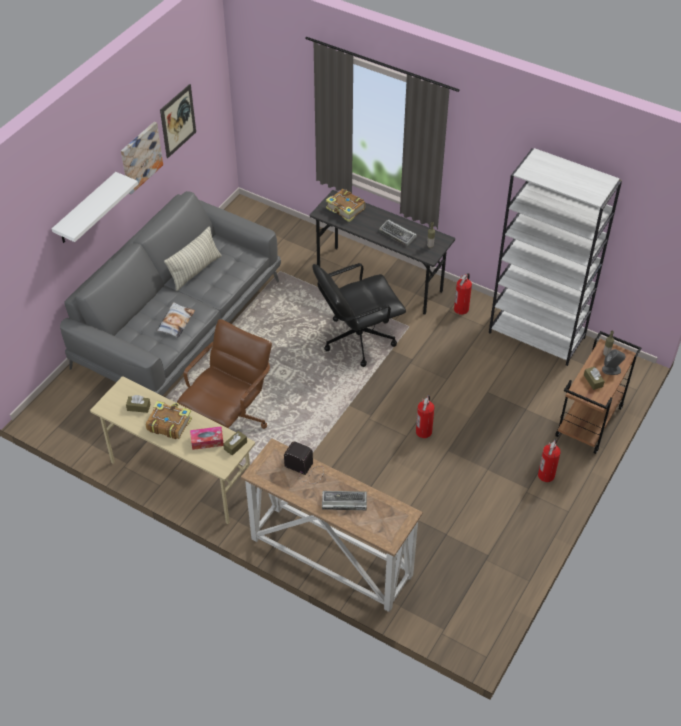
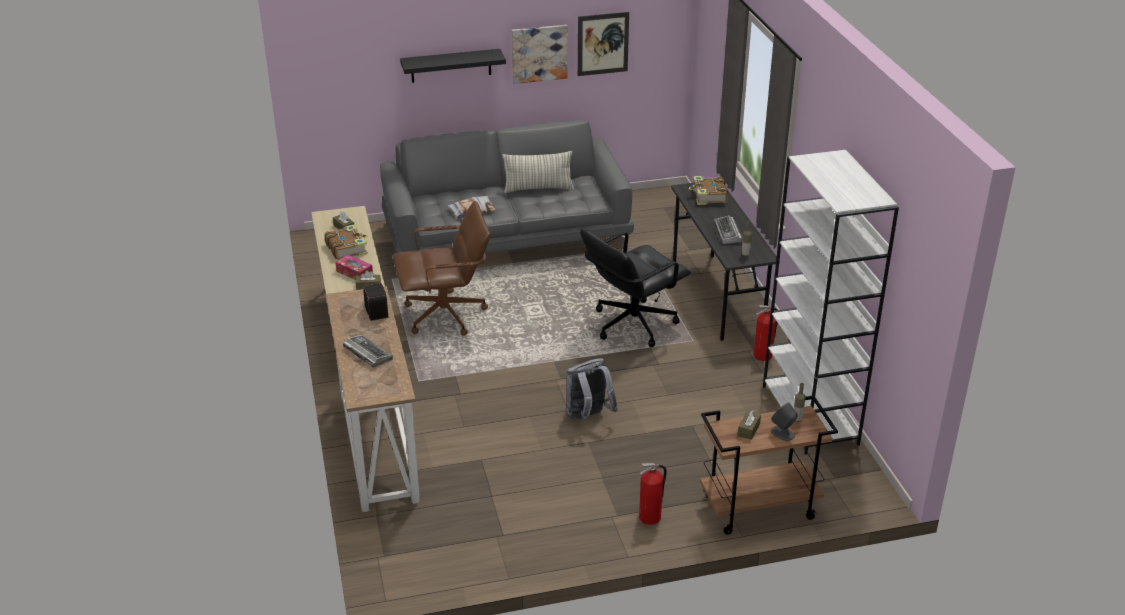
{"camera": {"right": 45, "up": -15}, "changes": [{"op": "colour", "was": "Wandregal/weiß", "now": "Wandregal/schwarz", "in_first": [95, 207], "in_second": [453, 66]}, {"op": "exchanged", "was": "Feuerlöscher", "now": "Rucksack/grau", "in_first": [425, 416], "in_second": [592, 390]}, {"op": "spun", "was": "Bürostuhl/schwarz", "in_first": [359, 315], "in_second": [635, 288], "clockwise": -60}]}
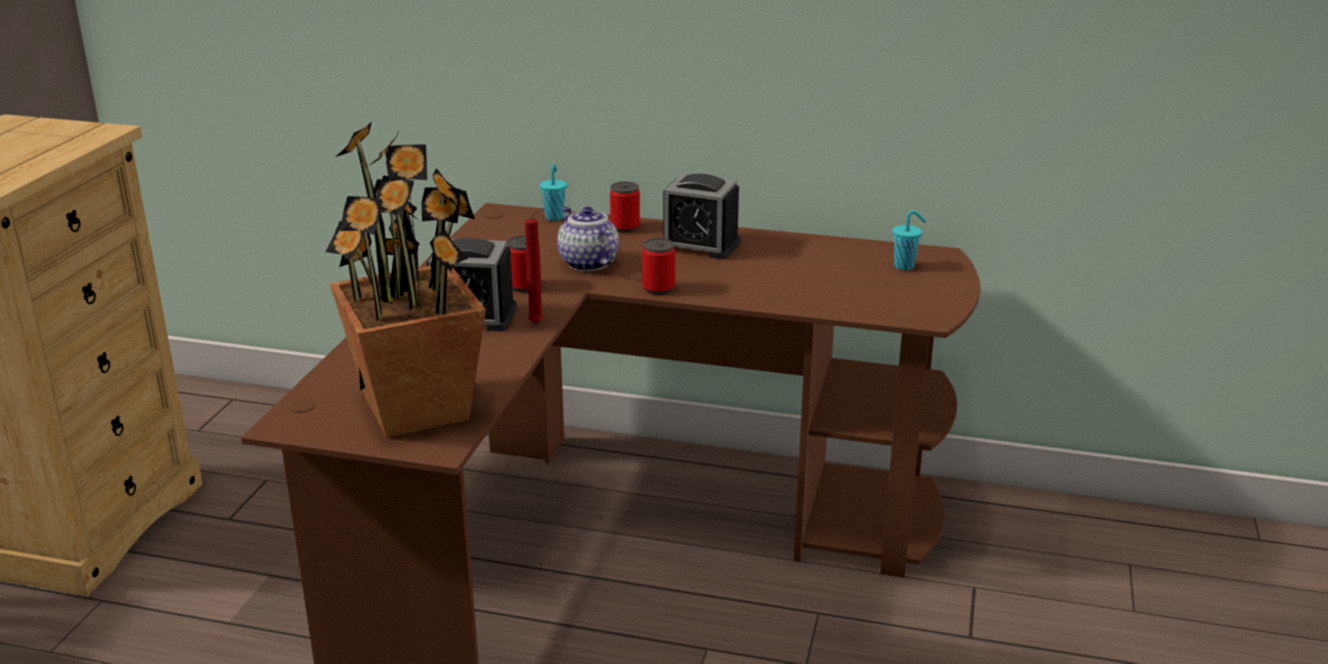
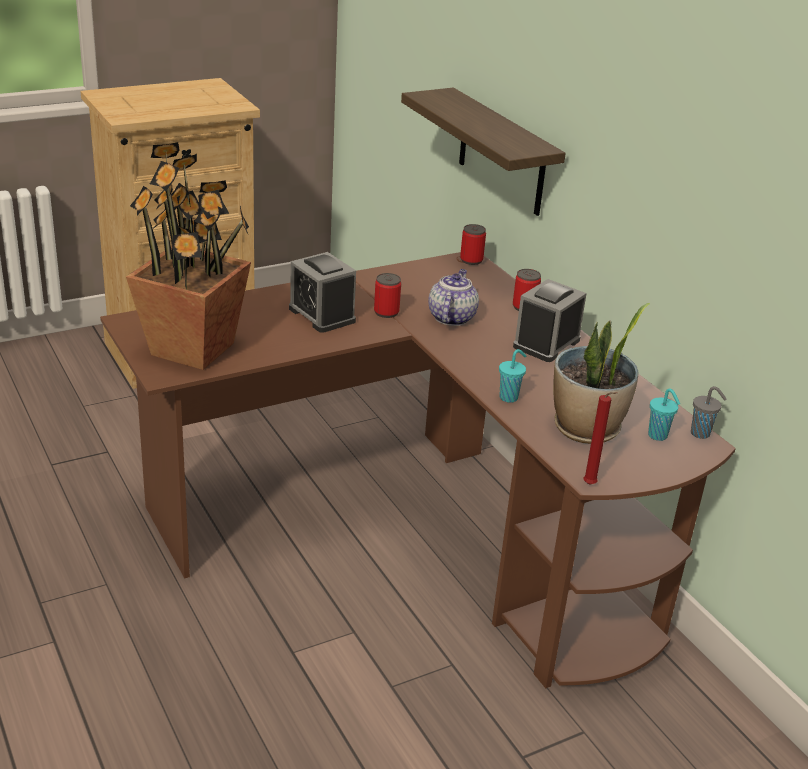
{"camera": {"right": 45, "up": 5}, "changes": [{"op": "appeared", "now": "Wandregal", "in_second": [483, 152]}, {"op": "relocated", "was": "Dose", "in_first": [658, 266], "in_second": [473, 244]}, {"op": "relocated", "was": "Tasse/türkis", "in_first": [553, 192], "in_second": [512, 376]}, {"op": "spun", "was": "Wecker", "in_first": [702, 216], "in_second": [550, 320], "clockwise": 60}, {"op": "appeared", "now": "Topfpflanze", "in_second": [601, 373]}, {"op": "relocated", "was": "Kerze/rot", "in_first": [534, 266], "in_second": [600, 438]}, {"op": "appeared", "now": "Tasse/grau", "in_second": [708, 412]}]}
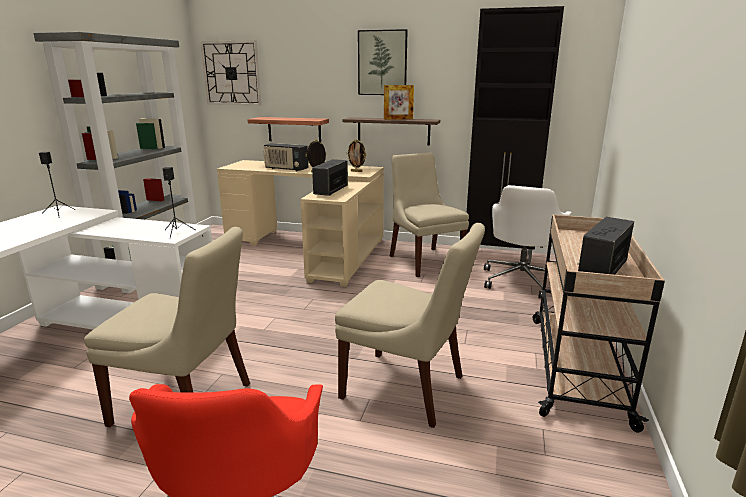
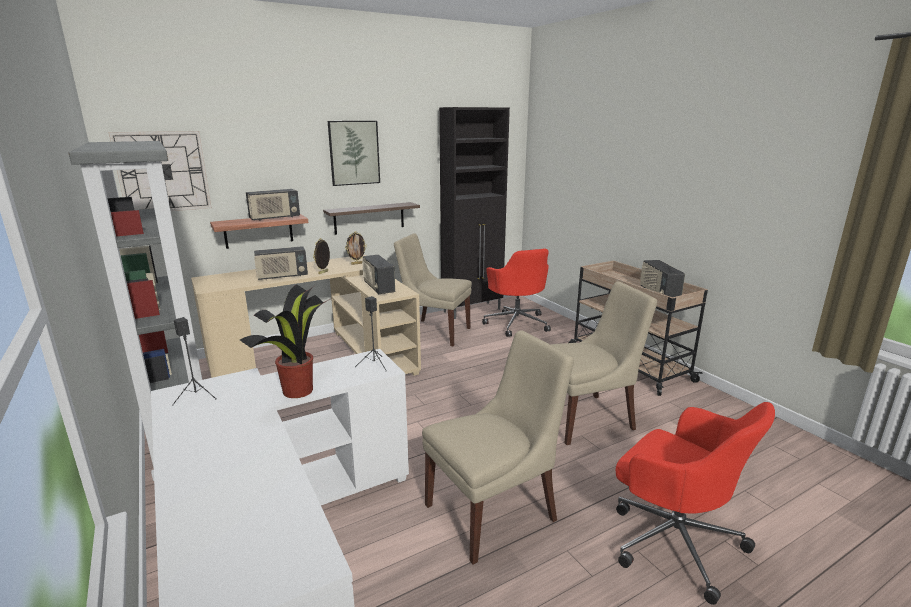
{"camera": {"right": -45, "up": 0}, "changes": [{"op": "appeared", "now": "Topfpflanze", "in_second": [285, 341]}, {"op": "appeared", "now": "Radio", "in_second": [273, 205]}, {"op": "colour", "was": "Bürostuhl/weiß", "now": "Bürostuhl/rot", "in_first": [528, 242], "in_second": [516, 292]}, {"op": "missing", "was": "Bilderrahmen", "in_first": [399, 102]}]}
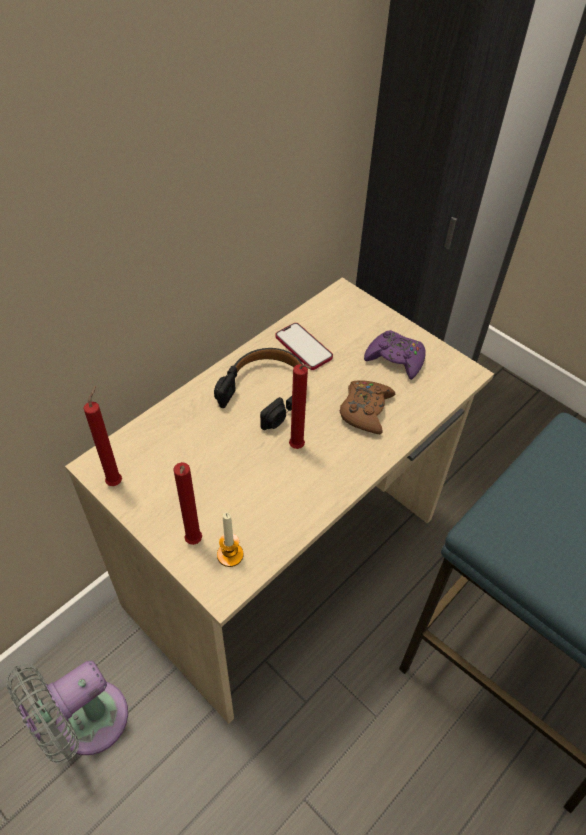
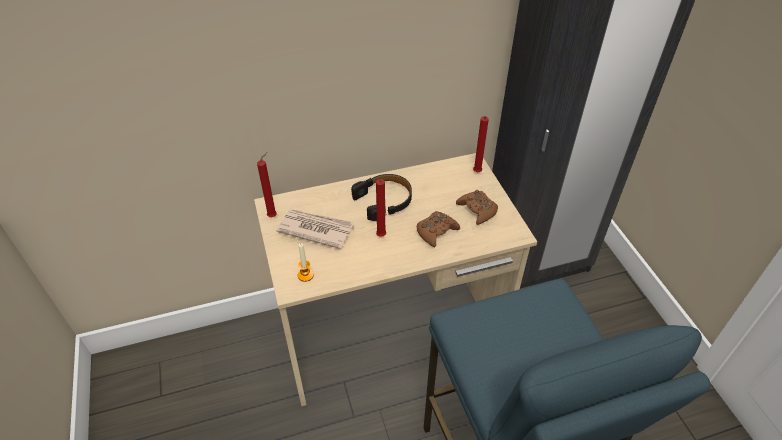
{"camera": {"right": 30, "up": -5}, "changes": [{"op": "appeared", "now": "Zeitung", "in_second": [315, 229]}, {"op": "colour", "was": "Gamepad/lila", "now": "Gamepad/braun", "in_first": [395, 355], "in_second": [477, 207]}, {"op": "relocated", "was": "Kerze/rot", "in_first": [187, 503], "in_second": [481, 144]}, {"op": "missing", "was": "Ventilator/grau", "in_first": [67, 712]}, {"op": "missing", "was": "Handy", "in_first": [304, 346]}]}
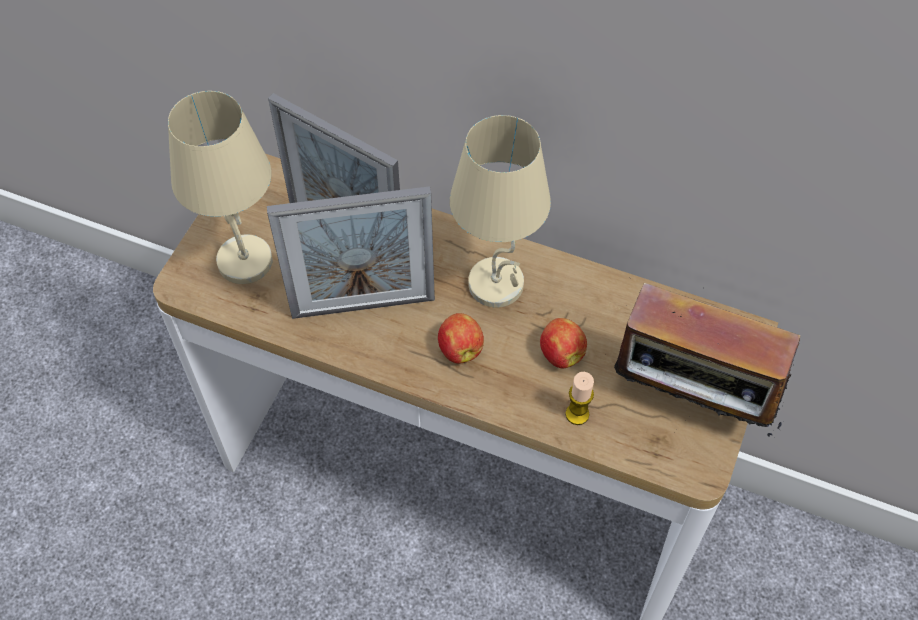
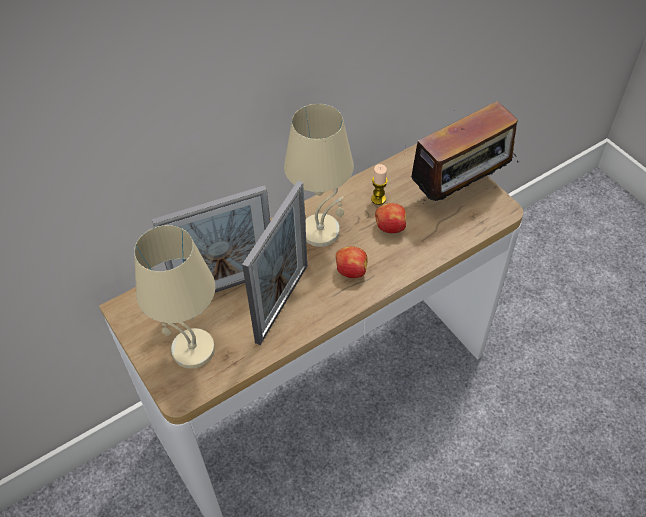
{"camera": {"right": -55, "up": -5}, "changes": [{"op": "relocated", "was": "Kerze", "in_first": [579, 398], "in_second": [379, 184]}]}
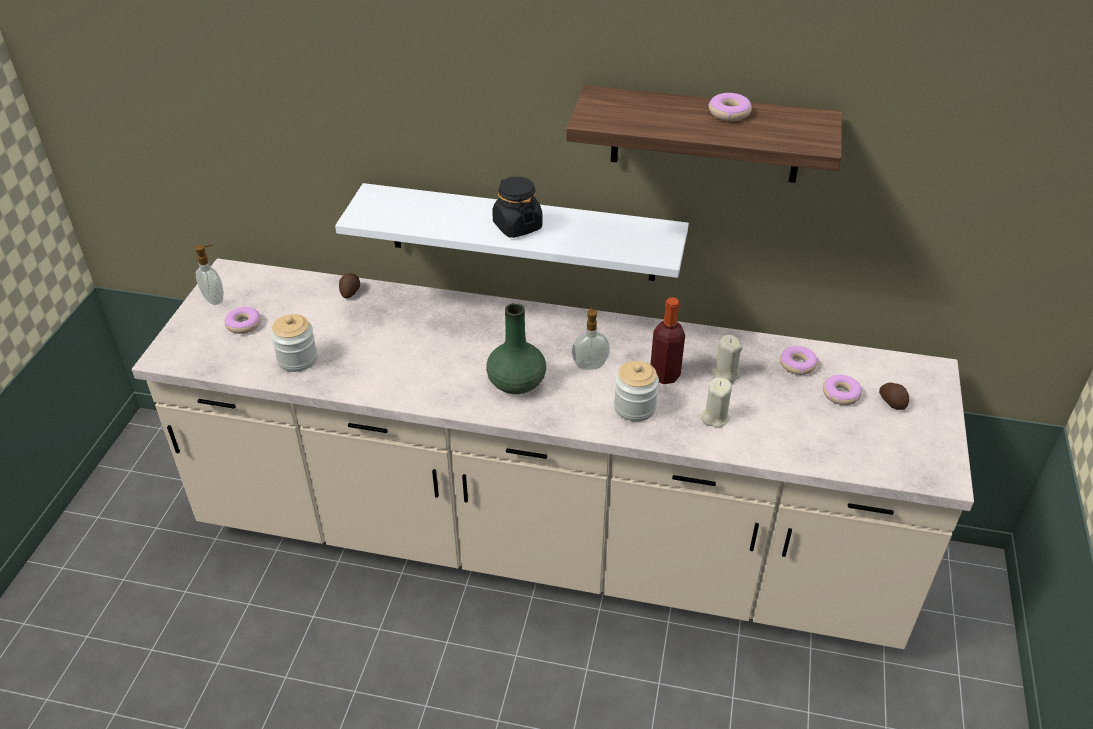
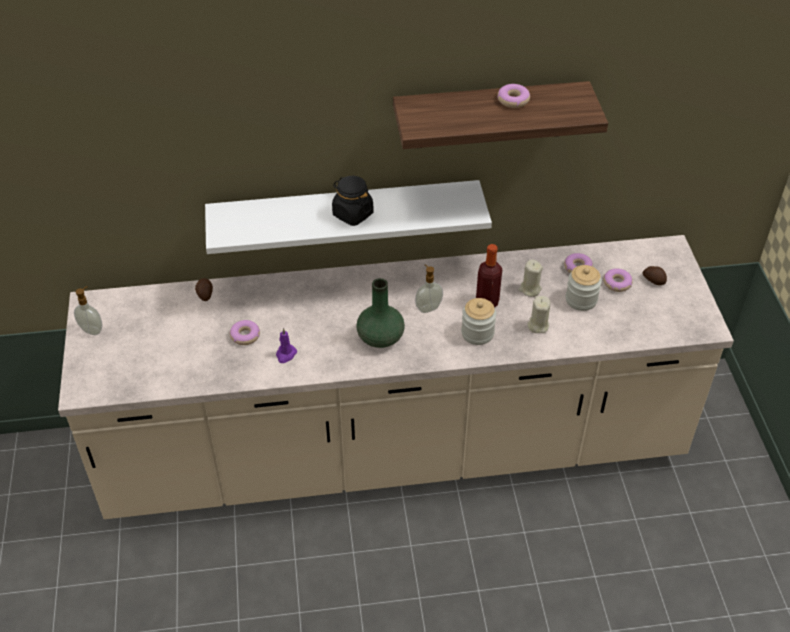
{"camera": {"right": -20, "up": 5}, "changes": [{"op": "relocated", "was": "Donut", "in_first": [243, 320], "in_second": [245, 332]}, {"op": "appeared", "now": "Kerze/lila", "in_second": [286, 345]}, {"op": "relocated", "was": "Vorratsglas", "in_first": [294, 343], "in_second": [584, 288]}]}
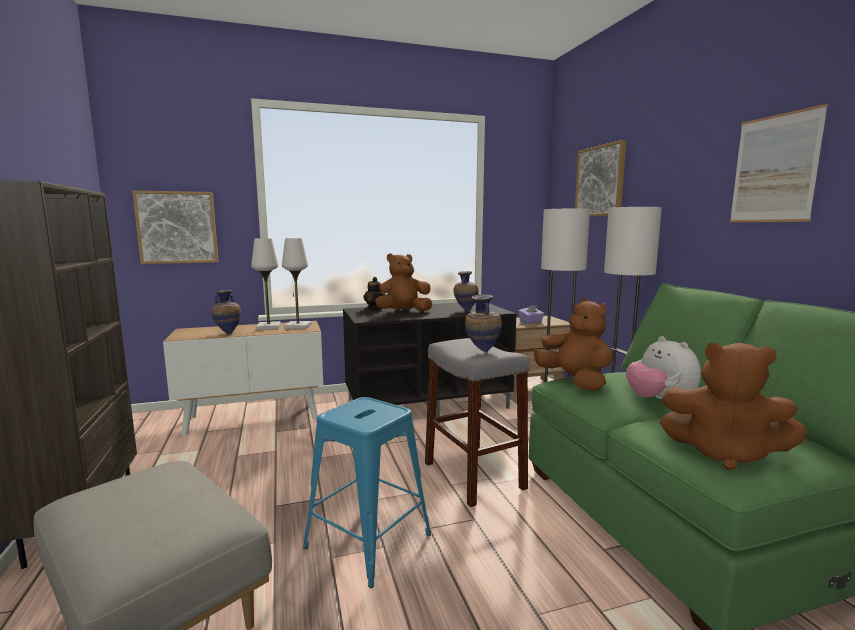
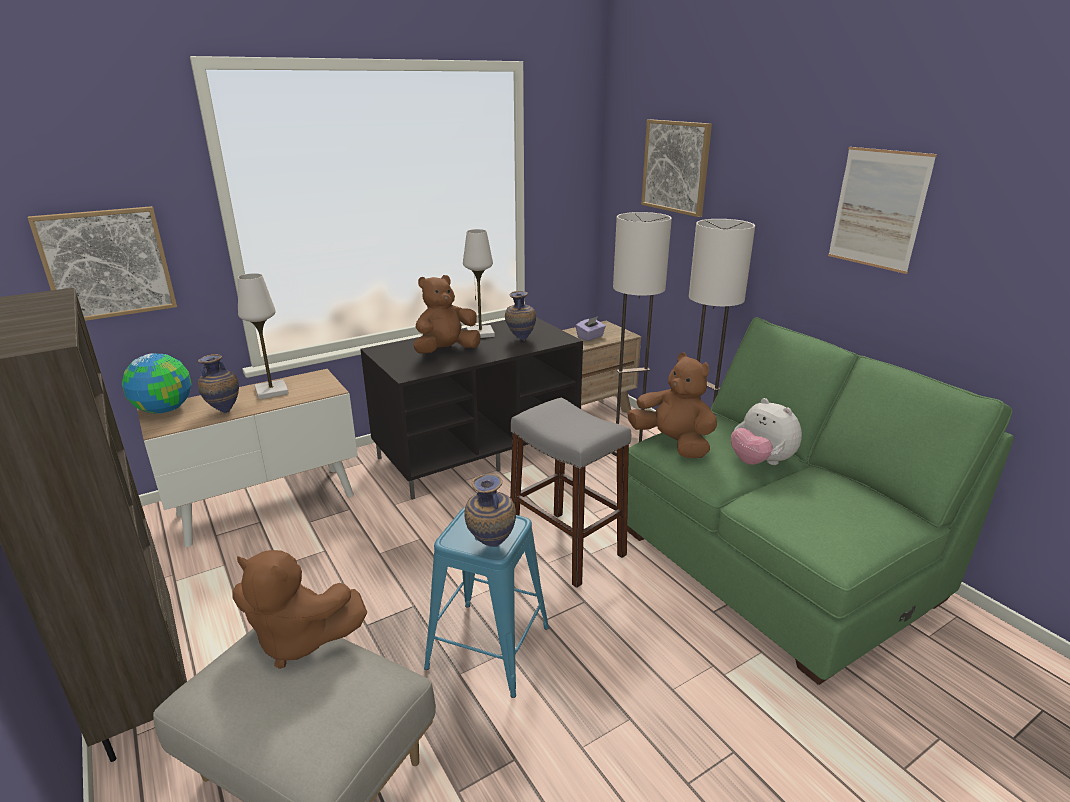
{"camera": {"right": -15, "up": 15}, "changes": [{"op": "appeared", "now": "Globus", "in_second": [157, 383]}, {"op": "relocated", "was": "Plüschtier/braun", "in_first": [733, 406], "in_second": [299, 609]}, {"op": "relocated", "was": "Tischlampe/weiß", "in_first": [296, 283], "in_second": [479, 283]}, {"op": "relocated", "was": "Vase", "in_first": [483, 323], "in_second": [490, 510]}, {"op": "missing", "was": "Teekanne", "in_first": [374, 293]}]}
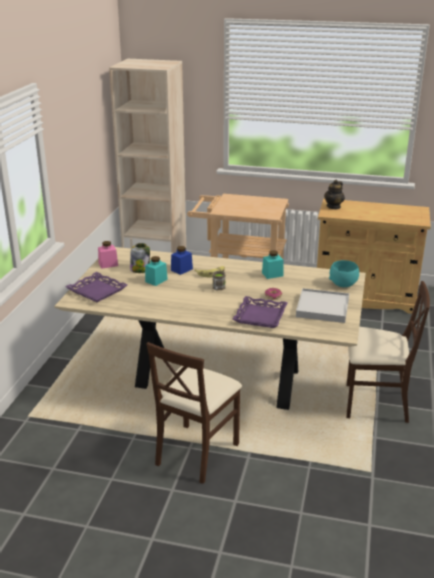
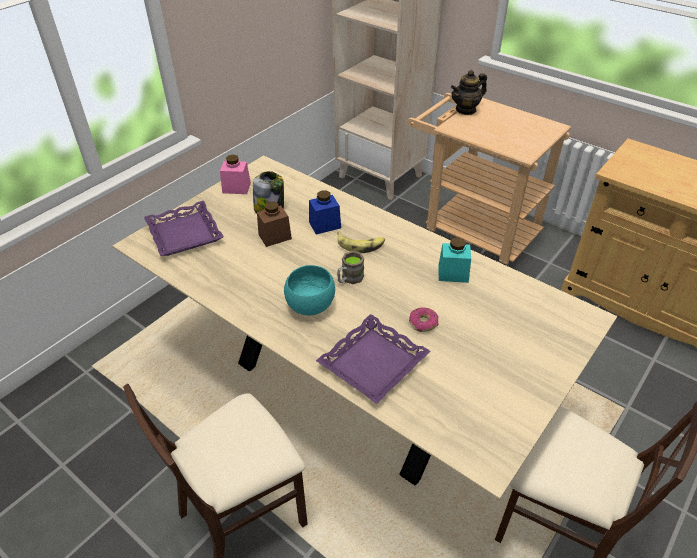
{"camera": {"right": 25, "up": 15}, "changes": [{"op": "colour", "was": "Vorratsglas/türkis", "now": "Vorratsglas/braun", "in_first": [156, 271], "in_second": [274, 224]}, {"op": "relocated", "was": "Schüssel/türkis", "in_first": [344, 273], "in_second": [309, 290]}, {"op": "relocated", "was": "Teekanne", "in_first": [334, 195], "in_second": [469, 92]}, {"op": "missing", "was": "Tablett/weiß", "in_first": [322, 305]}]}
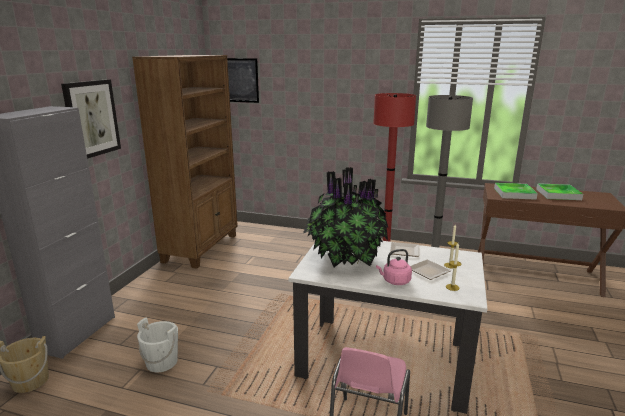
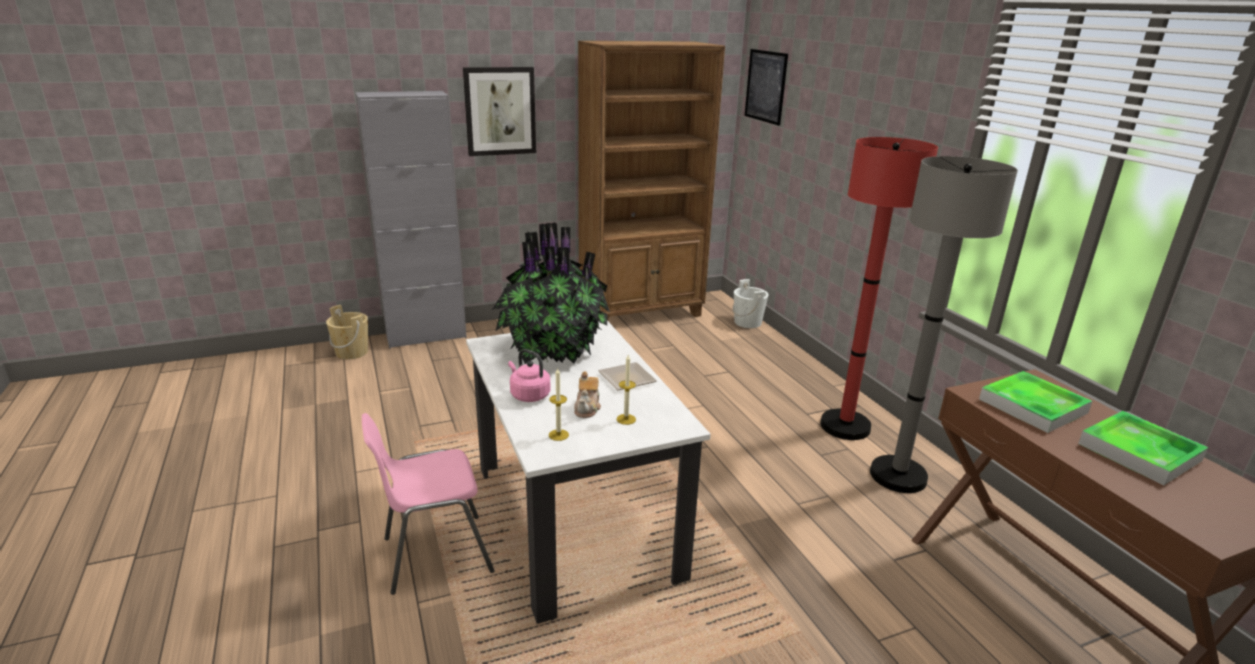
{"camera": {"right": 50, "up": 5}, "changes": [{"op": "exchanged", "was": "Teller", "now": "Teekanne", "in_first": [431, 270], "in_second": [587, 394]}, {"op": "relocated", "was": "Eimer/weiß", "in_first": [157, 344], "in_second": [750, 303]}]}
